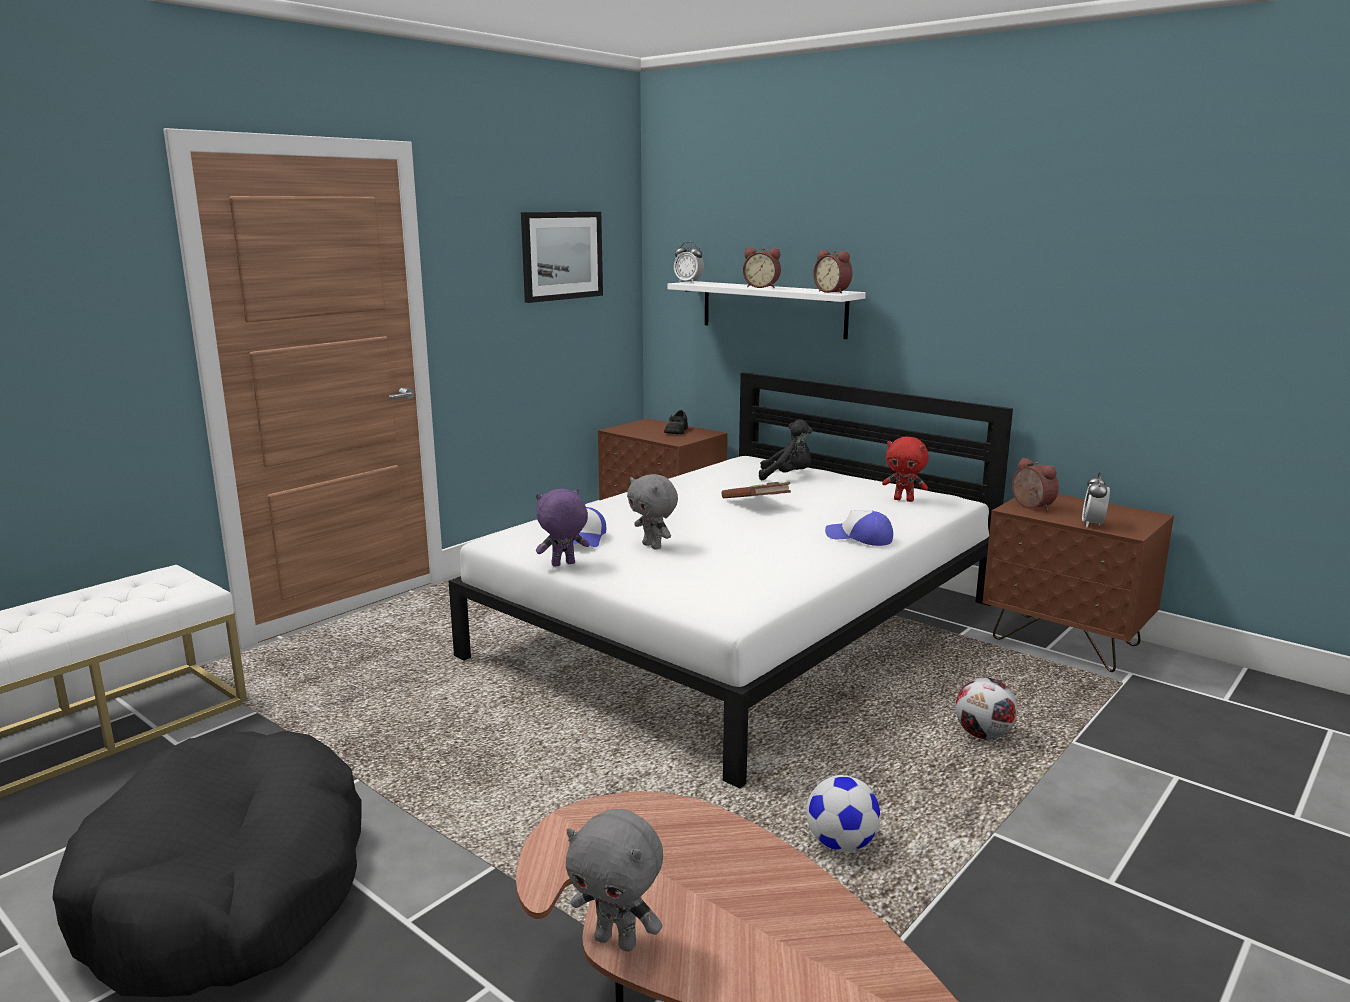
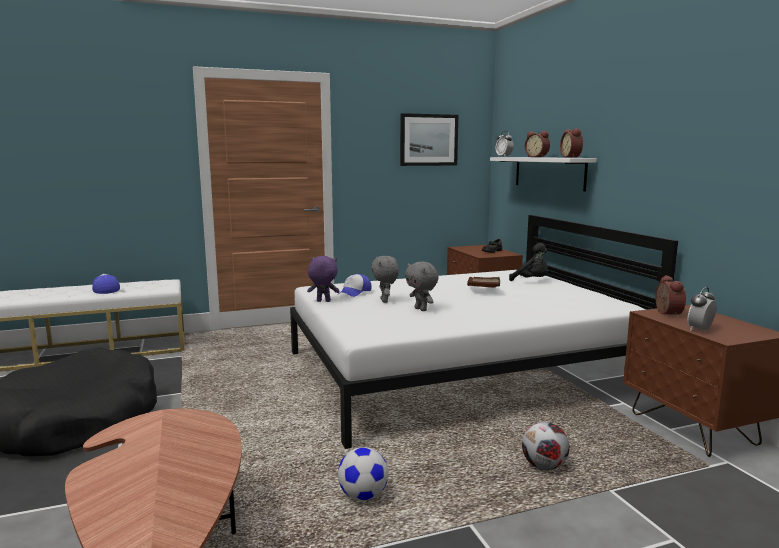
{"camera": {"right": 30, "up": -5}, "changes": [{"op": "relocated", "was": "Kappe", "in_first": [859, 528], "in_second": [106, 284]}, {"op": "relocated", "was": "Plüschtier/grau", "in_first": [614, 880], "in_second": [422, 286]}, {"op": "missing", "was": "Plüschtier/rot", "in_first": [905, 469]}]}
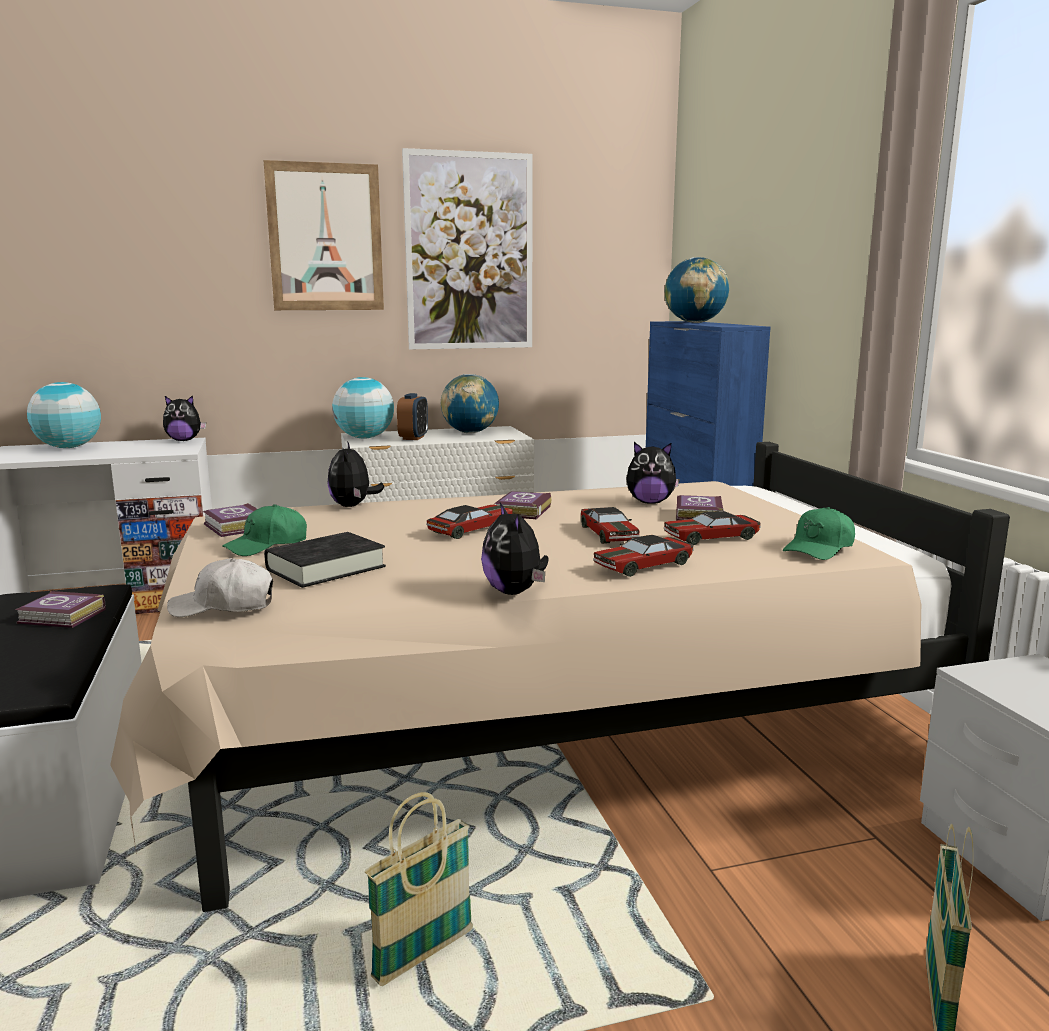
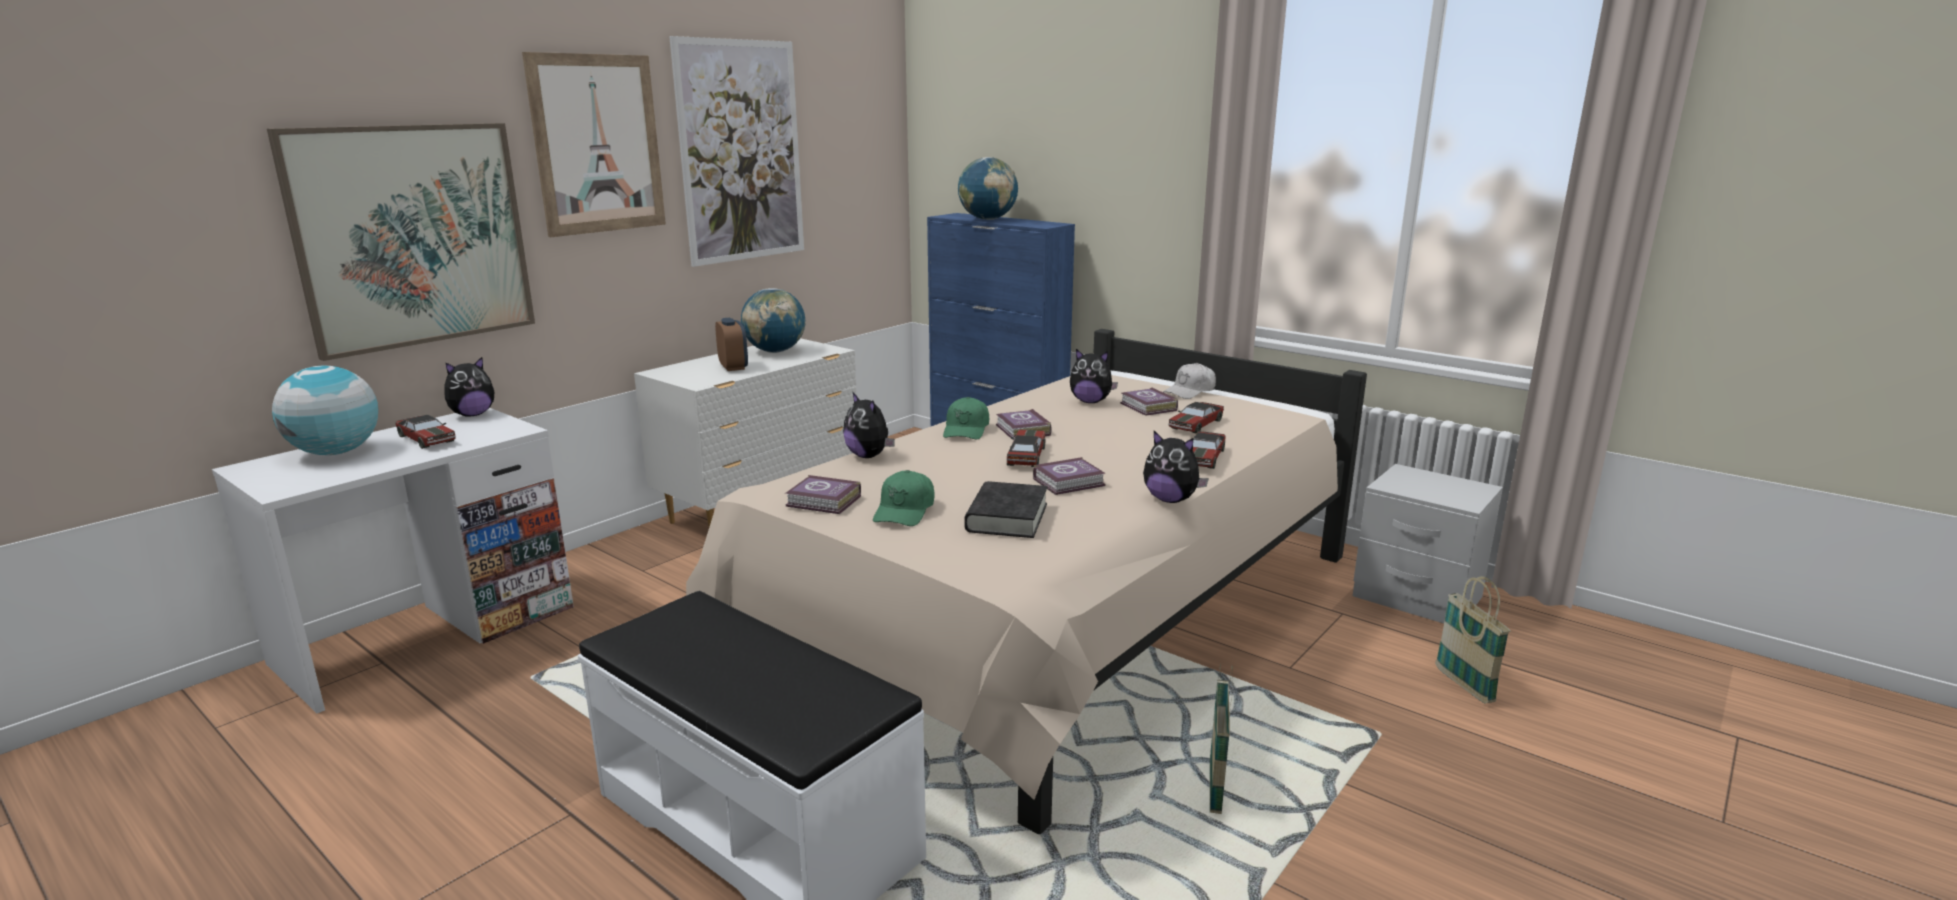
{"camera": {"right": -35, "up": 5}, "changes": [{"op": "appeared", "now": "Bild", "in_second": [401, 242]}, {"op": "relocated", "was": "Spielzeugauto", "in_first": [610, 525], "in_second": [425, 432]}, {"op": "relocated", "was": "Kappe/grün", "in_first": [819, 533], "in_second": [966, 418]}, {"op": "relocated", "was": "Buch", "in_first": [60, 609], "in_second": [1069, 476]}, {"op": "spun", "was": "Plüschtier", "in_first": [653, 473], "in_second": [1094, 376], "clockwise": 45}, {"op": "relocated", "was": "Kappe/weiß", "in_first": [220, 587], "in_second": [1189, 381]}, {"op": "missing", "was": "Globus", "in_first": [363, 408]}]}
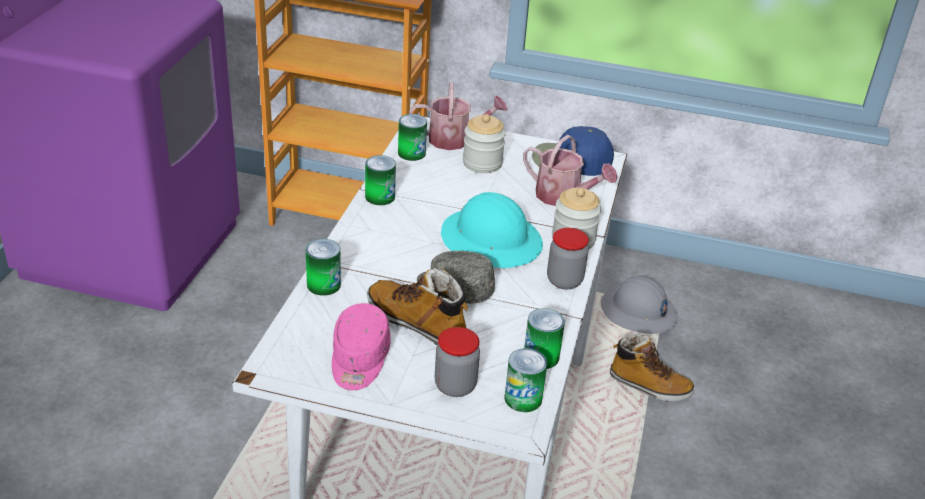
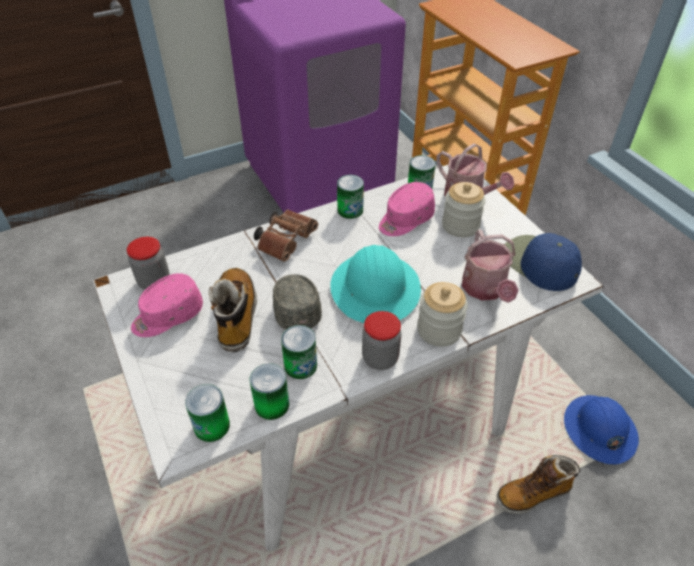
{"camera": {"right": 50, "up": 10}, "changes": [{"op": "relocated", "was": "Vorratsglas", "in_first": [457, 362], "in_second": [148, 263]}, {"op": "appeared", "now": "Fernglas/braun", "in_second": [286, 236]}, {"op": "relocated", "was": "Dose", "in_first": [323, 267], "in_second": [299, 352]}, {"op": "appeared", "now": "Kappe/rosa", "in_second": [407, 209]}, {"op": "spun", "was": "Stiefel", "in_first": [652, 368], "in_second": [538, 484], "clockwise": 90}, {"op": "colour", "was": "Schutzhelm/grau", "now": "Schutzhelm/blau", "in_first": [640, 305], "in_second": [601, 429]}]}
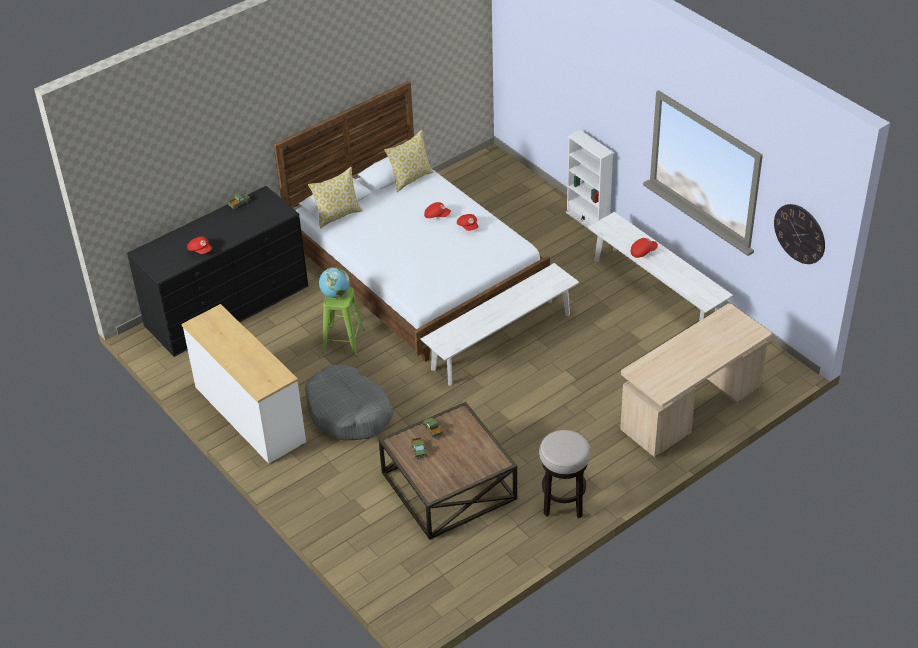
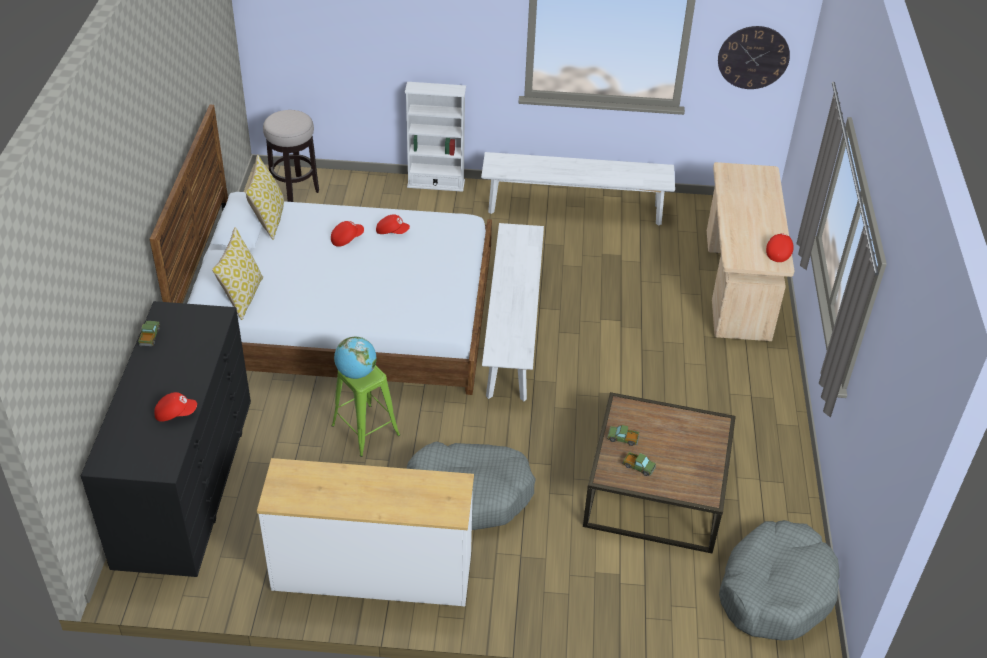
{"camera": {"right": -50, "up": 0}, "changes": [{"op": "relocated", "was": "Hocker", "in_first": [565, 474], "in_second": [291, 156]}, {"op": "appeared", "now": "Hundebett/grau", "in_second": [779, 580]}, {"op": "relocated", "was": "Kappe/rot", "in_first": [644, 248], "in_second": [780, 247]}]}
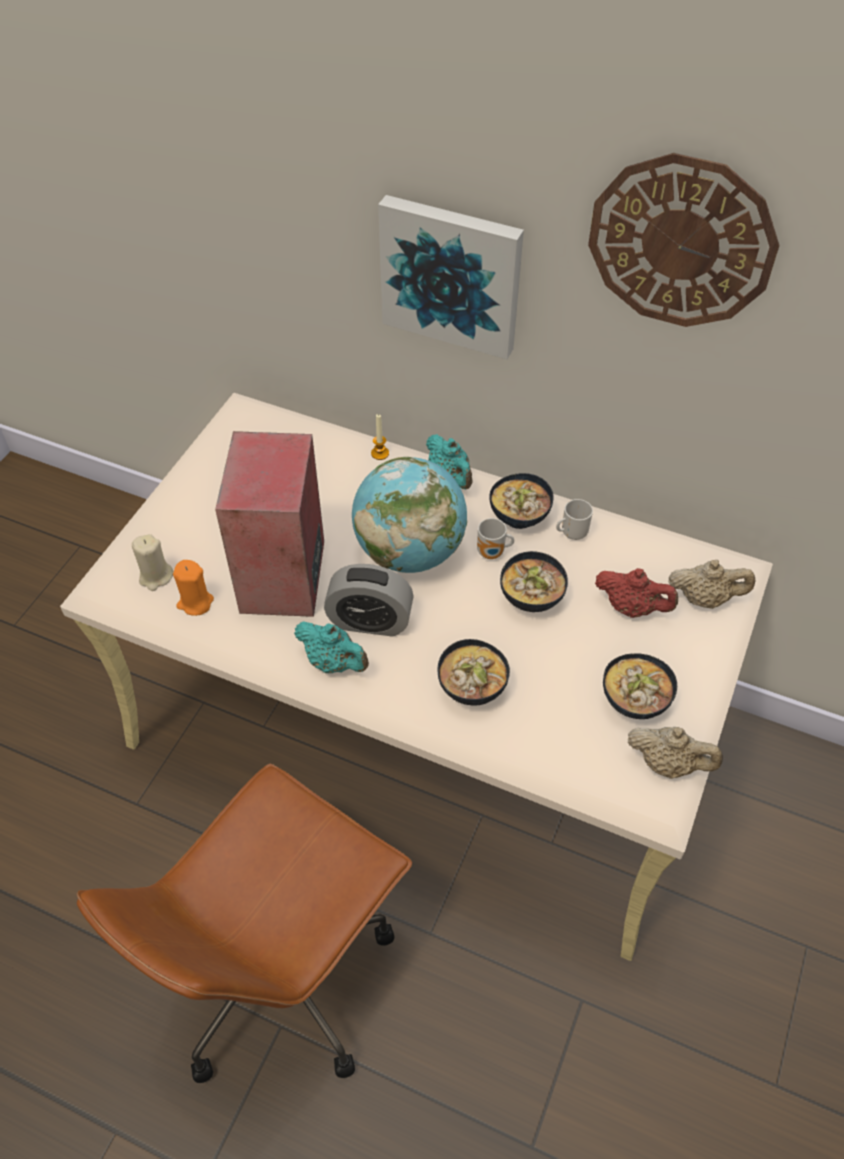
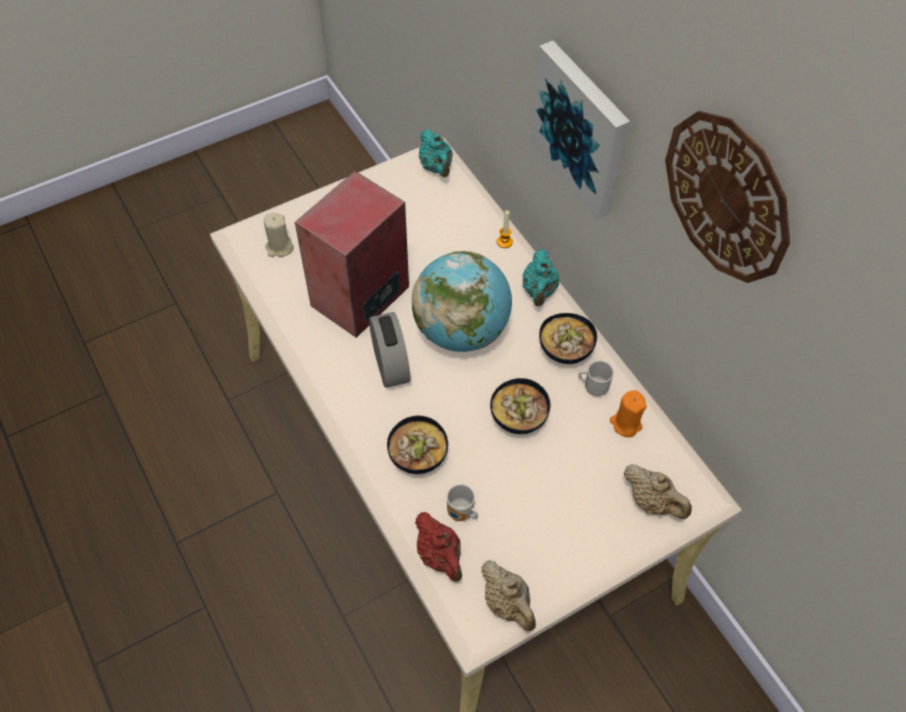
{"camera": {"right": 35, "up": 5}, "changes": [{"op": "spun", "was": "Wecker", "in_first": [369, 600], "in_second": [389, 350], "clockwise": -150}, {"op": "relocated", "was": "Teekanne/rot", "in_first": [636, 593], "in_second": [438, 547]}, {"op": "relocated", "was": "Teekanne/türkis", "in_first": [331, 647], "in_second": [436, 153]}, {"op": "relocated", "was": "Henkelbecher", "in_first": [495, 538], "in_second": [462, 502]}, {"op": "relocated", "was": "Kerze/orange", "in_first": [193, 588], "in_second": [628, 414]}, {"op": "missing", "was": "Bürostuhl/braun", "in_first": [244, 923]}, {"op": "missing", "was": "Schüssel", "in_first": [640, 686]}]}
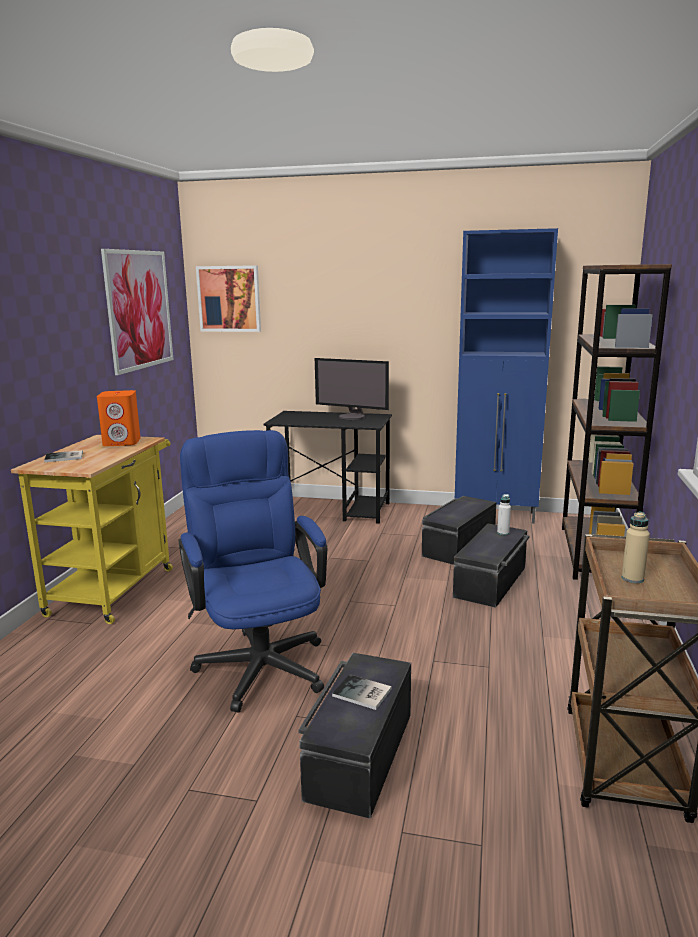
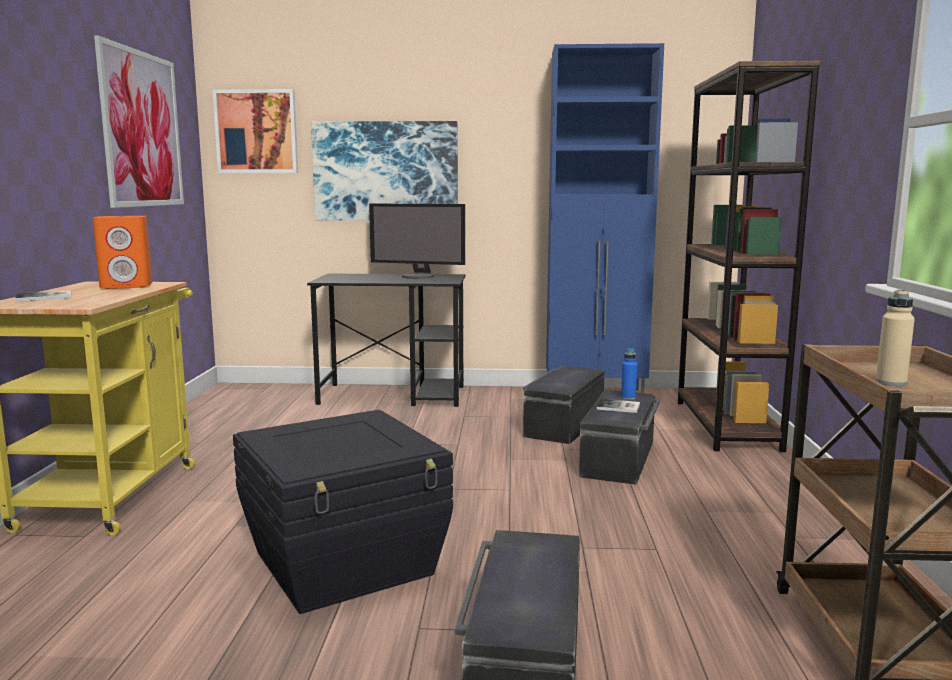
{"camera": {"right": -10, "up": -5}, "changes": [{"op": "exchanged", "was": "Bürostuhl/blau", "now": "Aufbewahrungsbox/schwarz", "in_first": [252, 571], "in_second": [343, 512]}, {"op": "appeared", "now": "Bild", "in_second": [384, 171]}, {"op": "relocated", "was": "Buch", "in_first": [362, 692], "in_second": [618, 406]}, {"op": "colour", "was": "Flasche/weiß", "now": "Flasche/blau", "in_first": [504, 514], "in_second": [629, 374]}]}
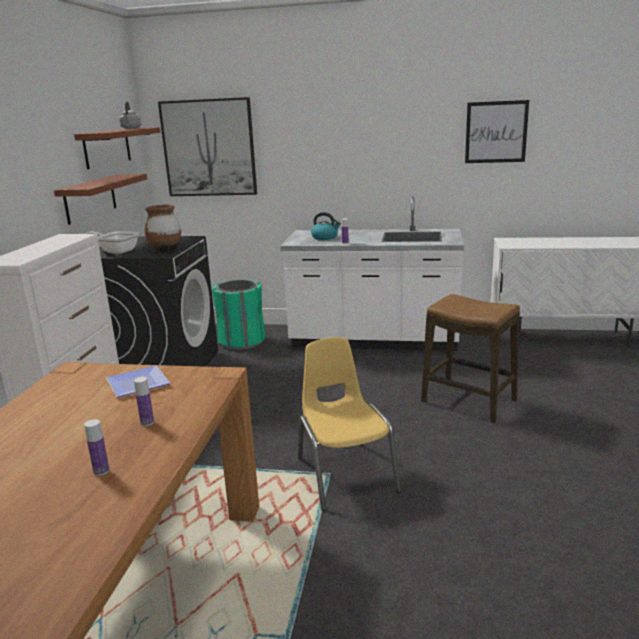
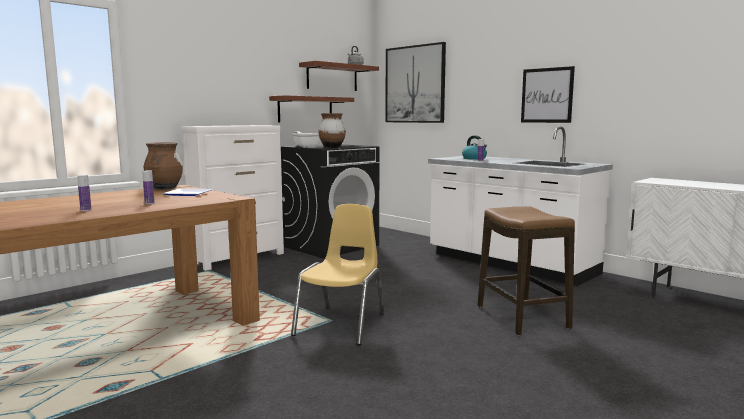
{"camera": {"right": 35, "up": -10}, "changes": [{"op": "appeared", "now": "Vase/braun", "in_second": [163, 166]}, {"op": "relocated", "was": "Bild", "in_first": [497, 131], "in_second": [548, 94]}, {"op": "missing", "was": "Mülleimer/grün", "in_first": [238, 315]}]}
